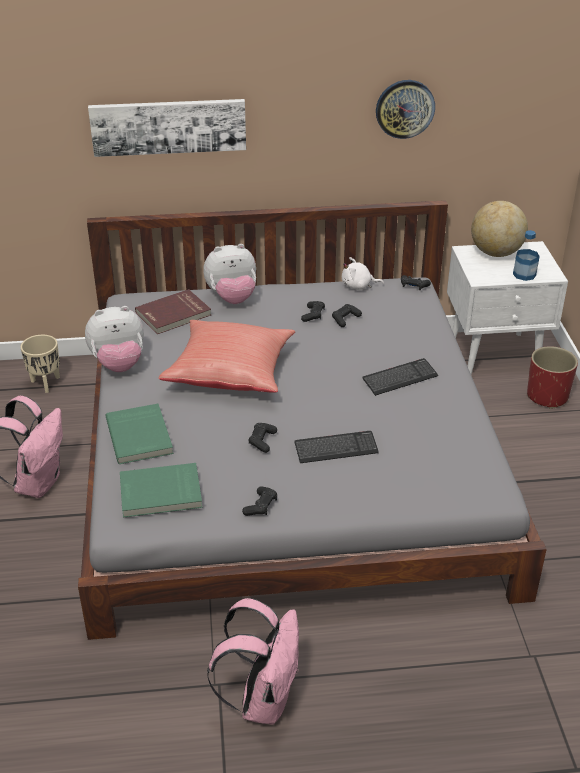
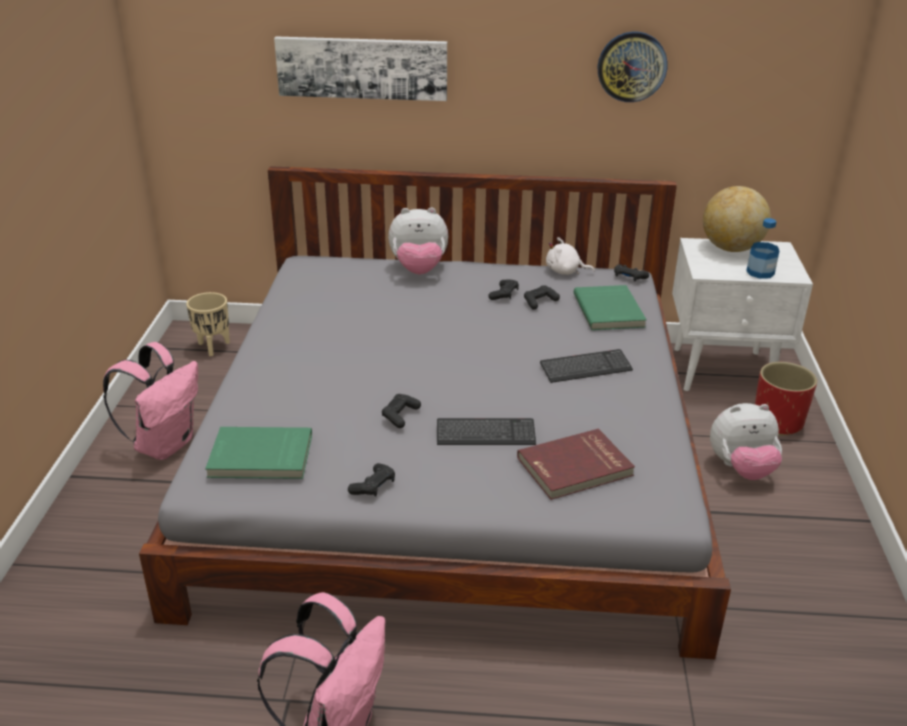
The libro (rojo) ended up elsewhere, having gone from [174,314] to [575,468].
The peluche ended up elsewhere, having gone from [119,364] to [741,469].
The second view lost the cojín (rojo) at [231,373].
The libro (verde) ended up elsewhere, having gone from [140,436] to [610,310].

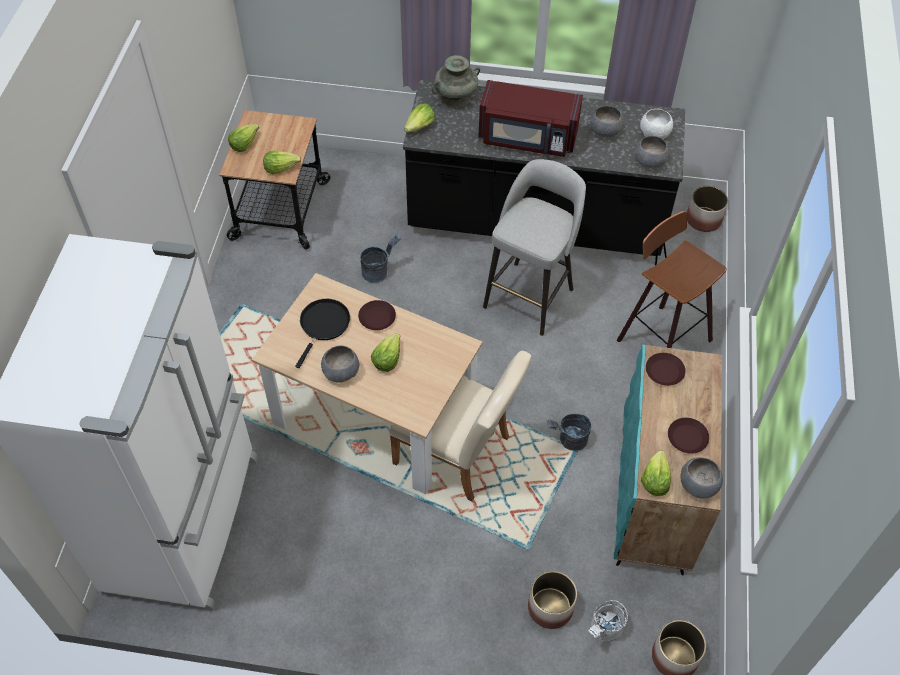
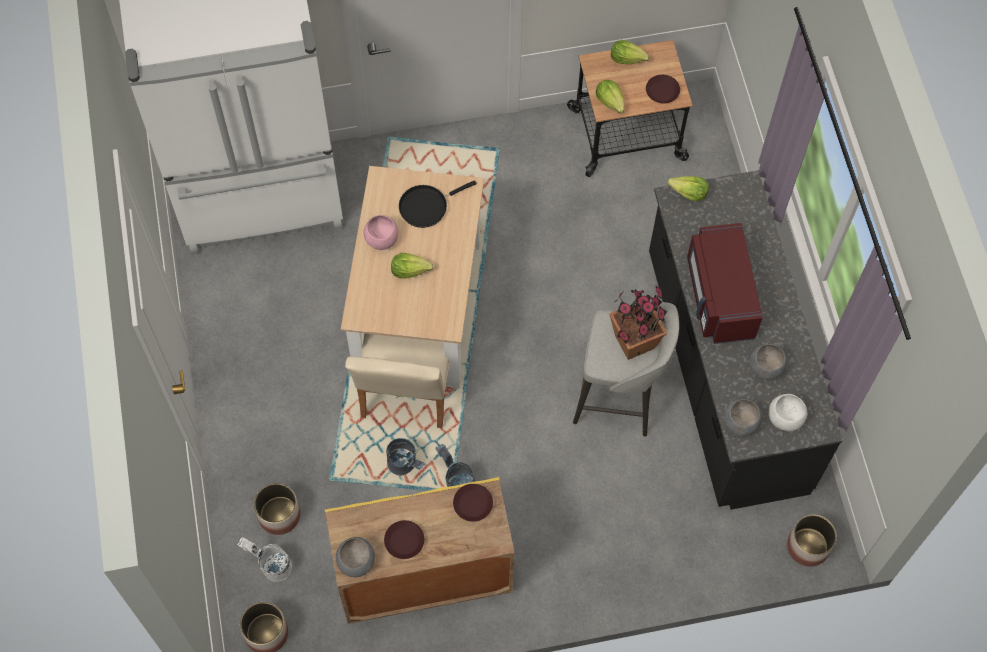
The second view lost the florero (turquesa) at [455,98].
The second view lost the taburete at [660,340].
The cubo (gris) ended up elsewhere, having gone from [379,271] to [405,466].
The sartén (negro) at [323,325] ended up facing another way, 150 degrees clockwise from before.
The plato (marrón) ended up elsewhere, having gone from [377,317] to [662,91].
What was the armario (turquesa) at [653,497] turned into the armario (amarillo) at [423,577].
What was the cuenco (gris) at [340,372] turned into the cuenco (rosa) at [382,238].
The second view lost the lechuga at [654,480].
The second view gained the planta en maceta at [634,342].

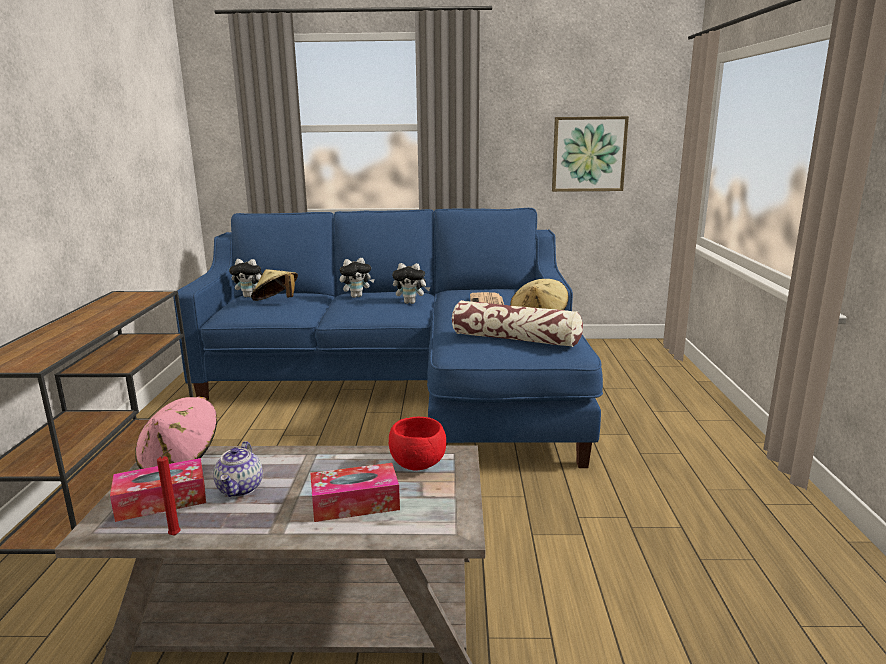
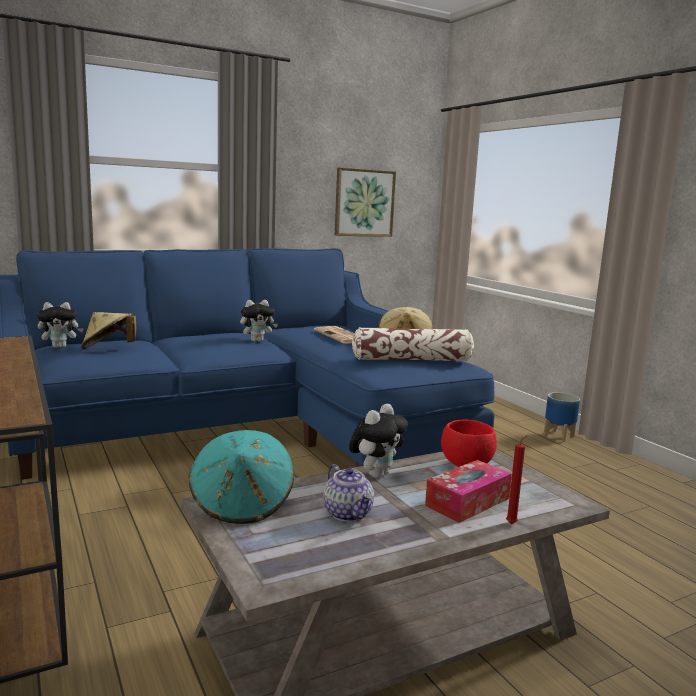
The peluche ended up elsewhere, having gone from [356,296] to [376,474].
What was the sombrero (rosa) at [180,461] turned into the sombrero (turquesa) at [242,504].
The vela (rojo) ended up elsewhere, having gone from [177,535] to [512,523].
The second view lost the caja de pañuelos at [161,500].
The second view gained the maceta at [559,436].

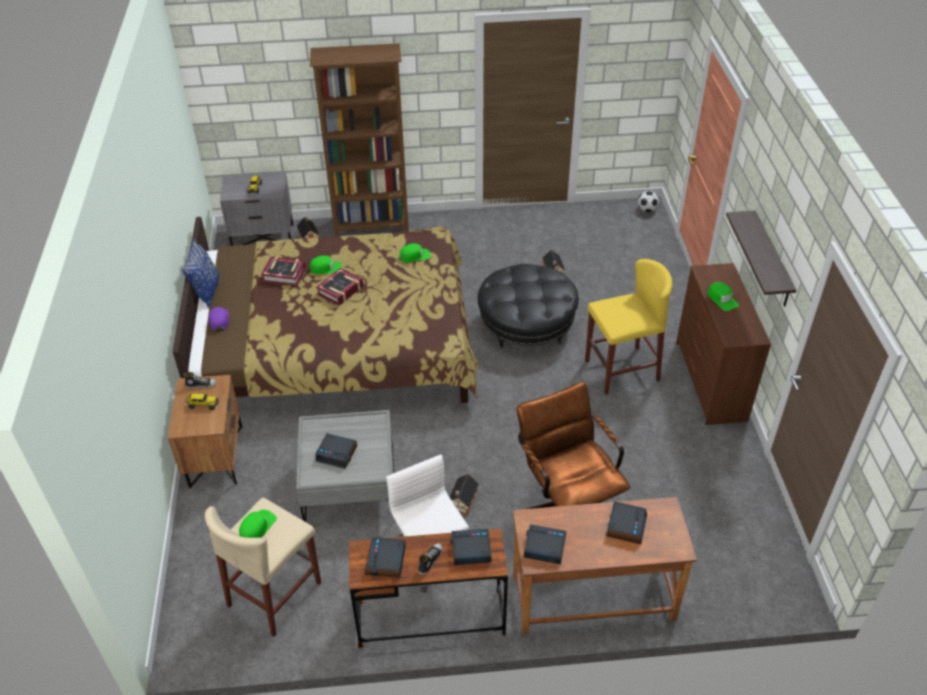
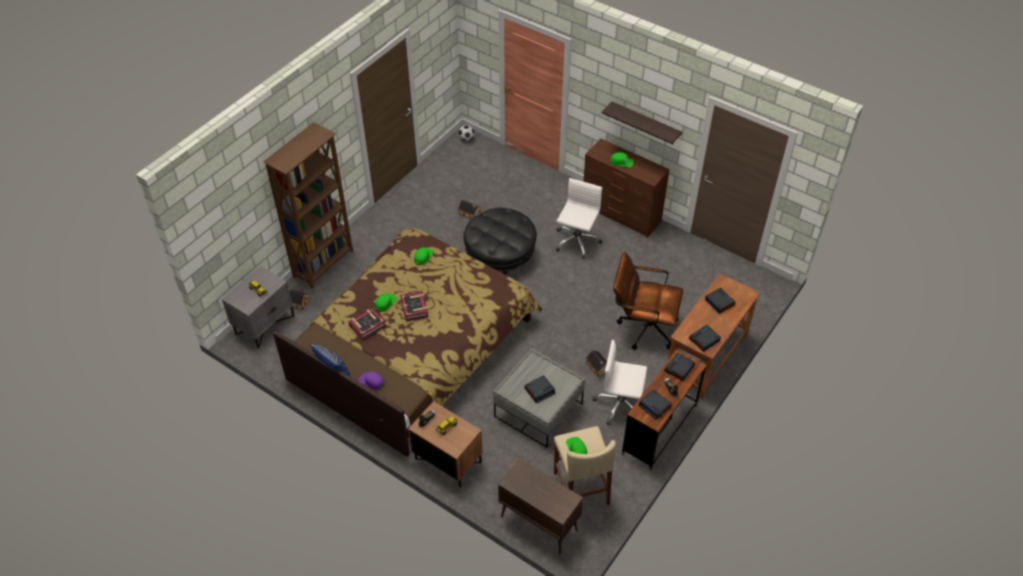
Where the taburete (amarillo) stood at [621,370], the silla de oficina (blanco) came to stand at [576,241].
The second view gained the armario (marrón) at [538,523].

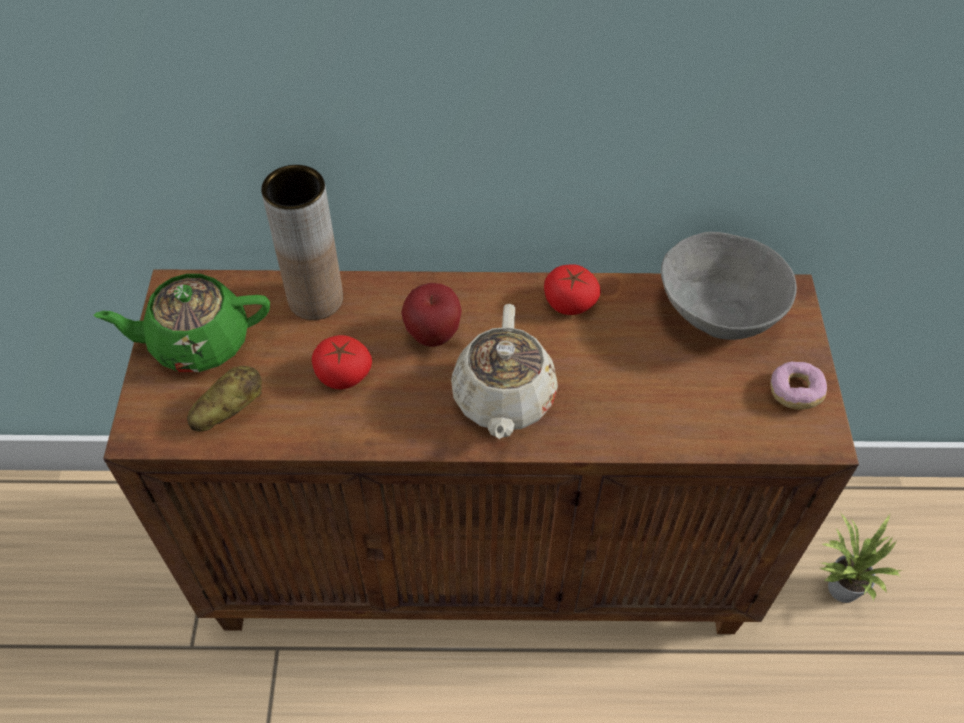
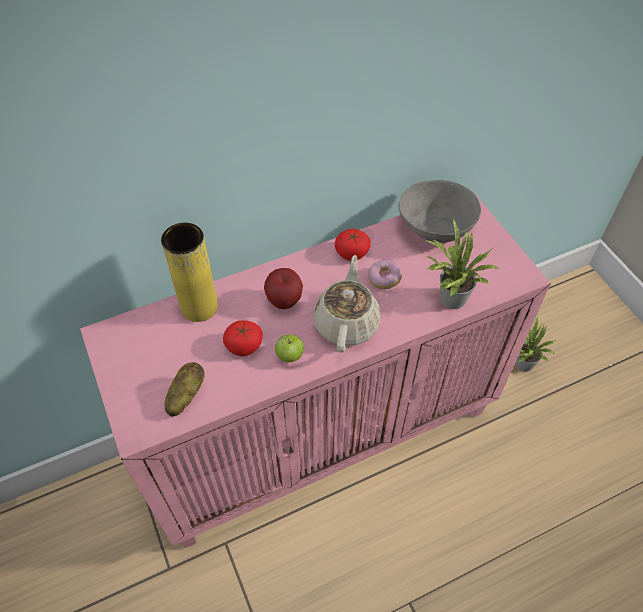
What was the florero (marrón) at [315,299] turned into the florero (amarillo) at [199,307].
What was the armario (marrón) at [483,557] turned into the armario (rosa) at [322,432].
The second view lost the tetera (verde) at [198,342].
The tetera (beis) at [503,399] ended up facing another way, 150 degrees counterclockwise from before.
The rosquilla ended up elsewhere, having gone from [795,392] to [384,279].
The second view gained the planta en maceta at [449,299].
The second view gained the manzana at [289,356].

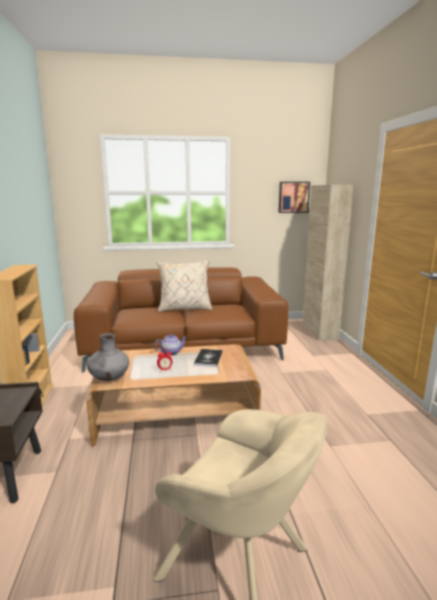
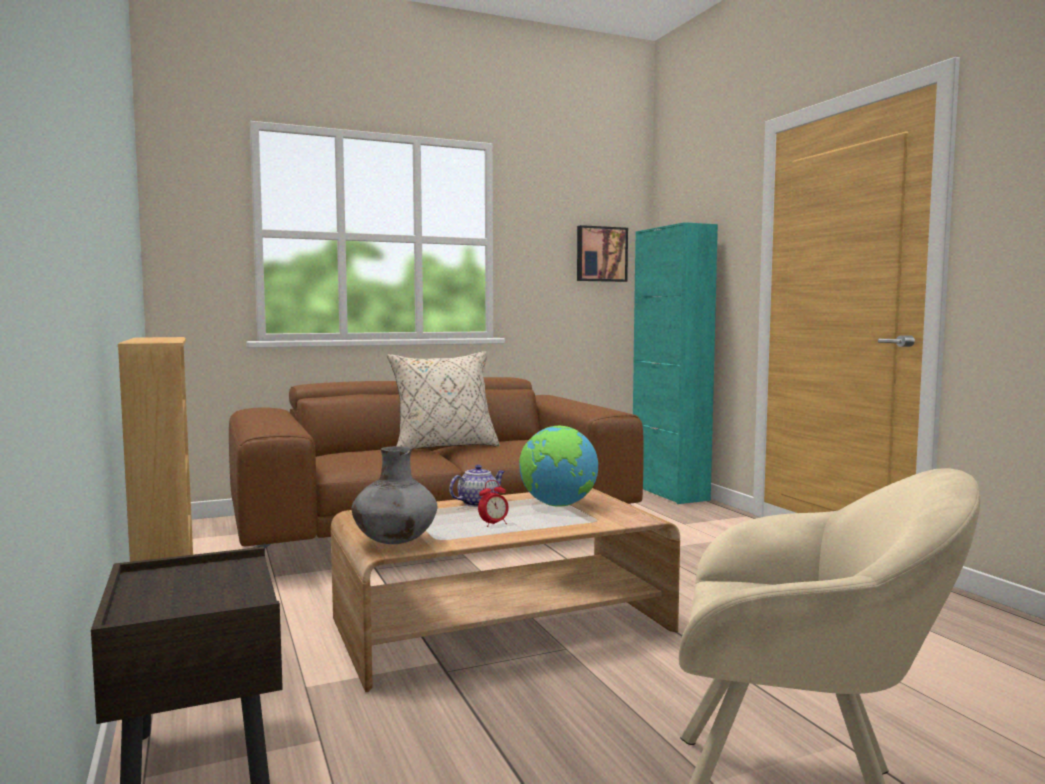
What was the armario (beis) at [319,331] turned into the armario (turquesa) at [669,493].
Where the libro stood at [208,358], the globo terráqueo came to stand at [558,505].

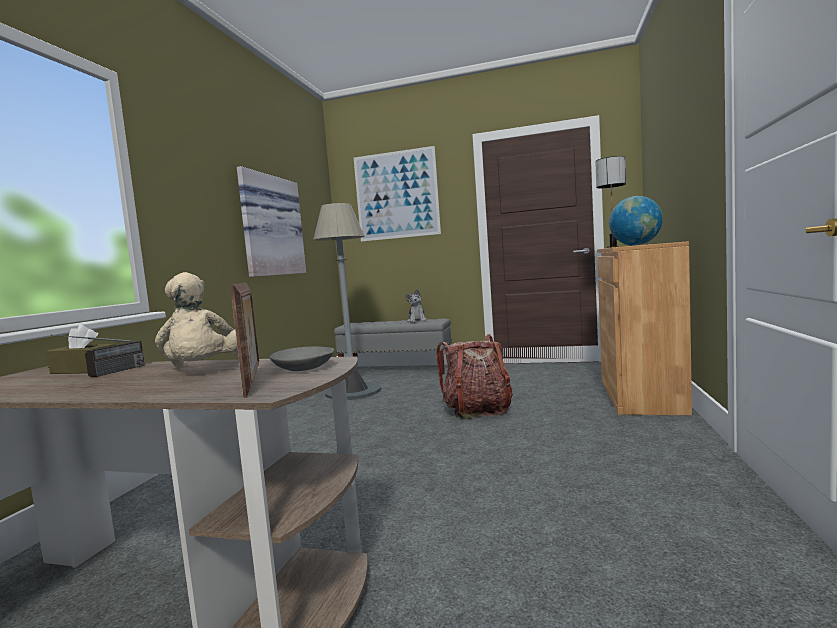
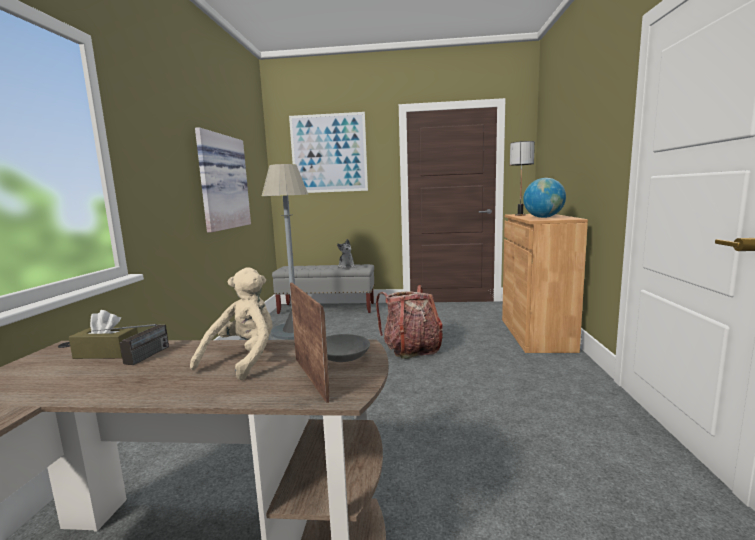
The peluche (beis) at [203,371] ended up facing another way, 135 degrees counterclockwise from before.

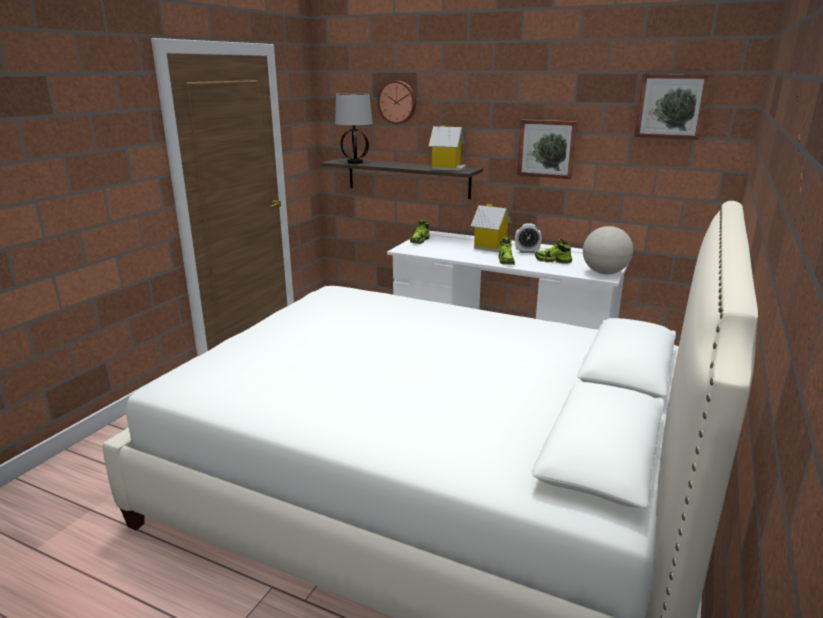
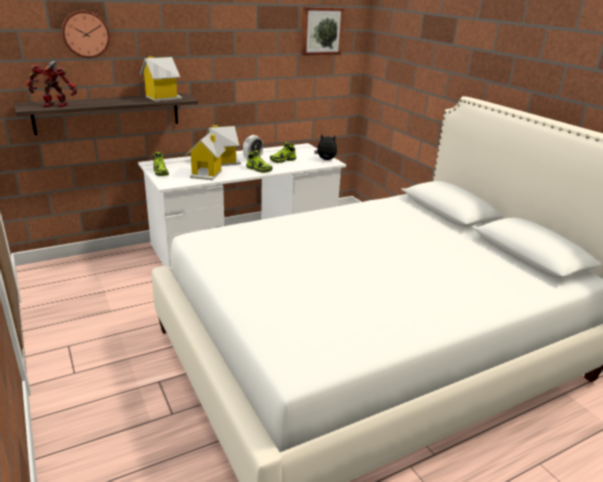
Where the lámpara de mesa stood at [354,162], the robot de juguete came to stand at [55,106].
The second view lost the cuadro at [547,148].
Where the globo terráqueo stood at [604,273], the peluche came to stand at [326,160].
The second view gained the casita at [207,174].

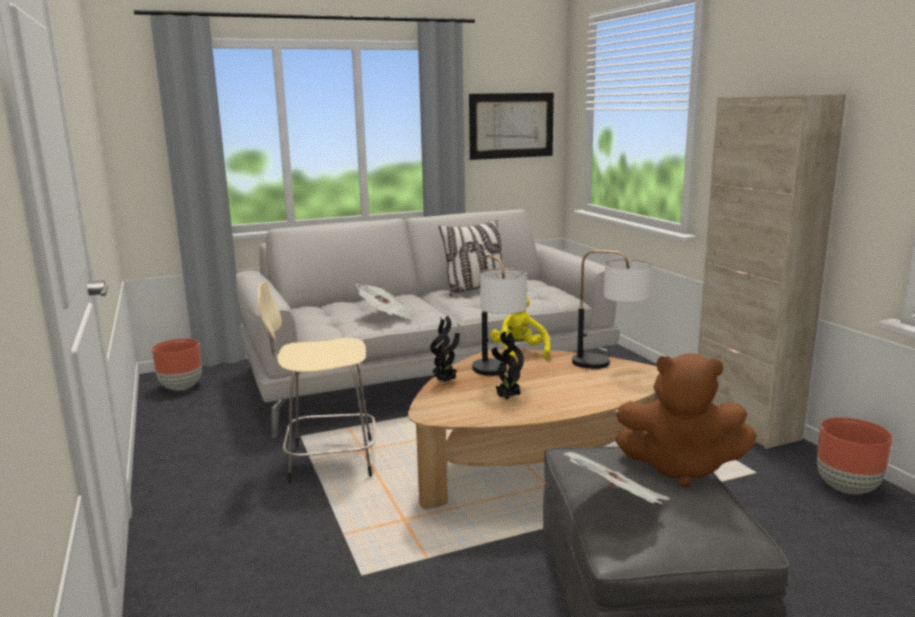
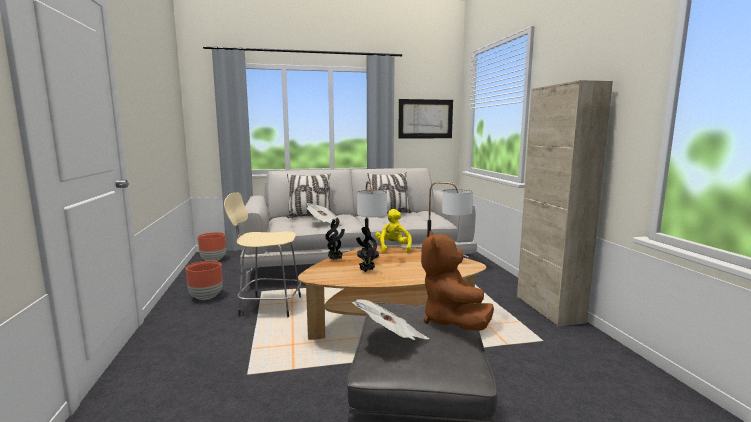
The peluche (marrón) at [680,468] ended up facing another way, 60 degrees clockwise from before.
The maceta (marrón) ended up elsewhere, having gone from [846,487] to [206,297].
The second view gained the cojín at [310,216].

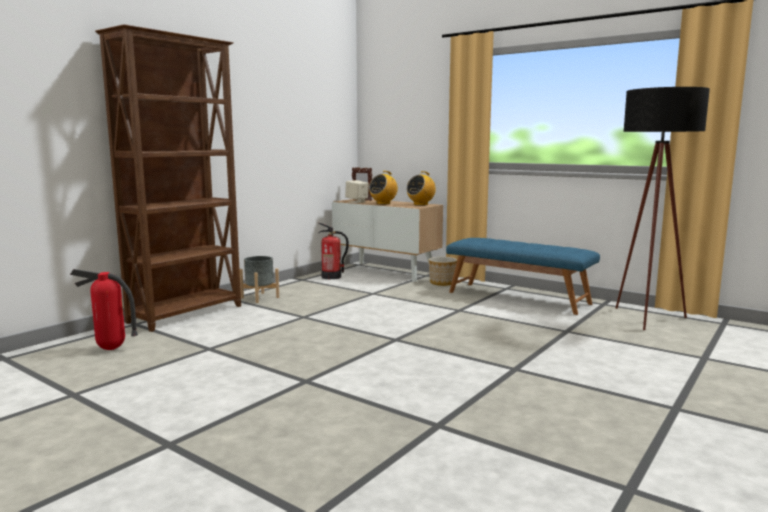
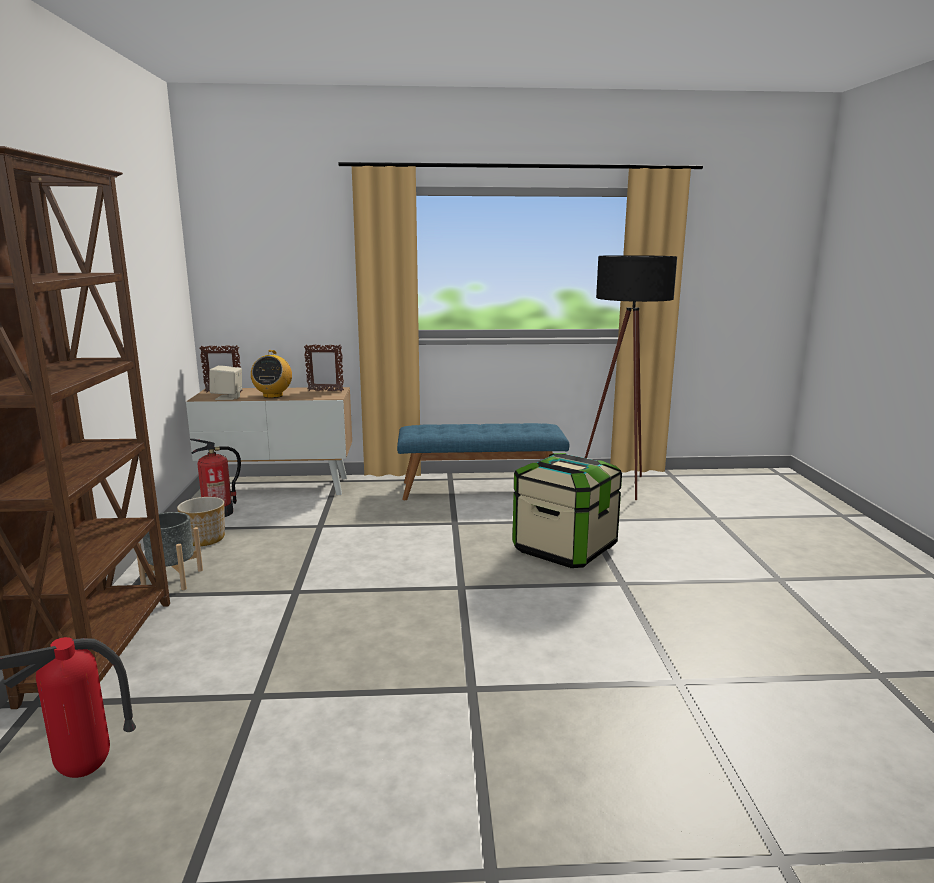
Where the radio stood at [421,204], the portarretratos came to stand at [325,391].
The maceta ended up elsewhere, having gone from [442,283] to [204,539].
The second view gained the caja de almacenaje at [564,548].

